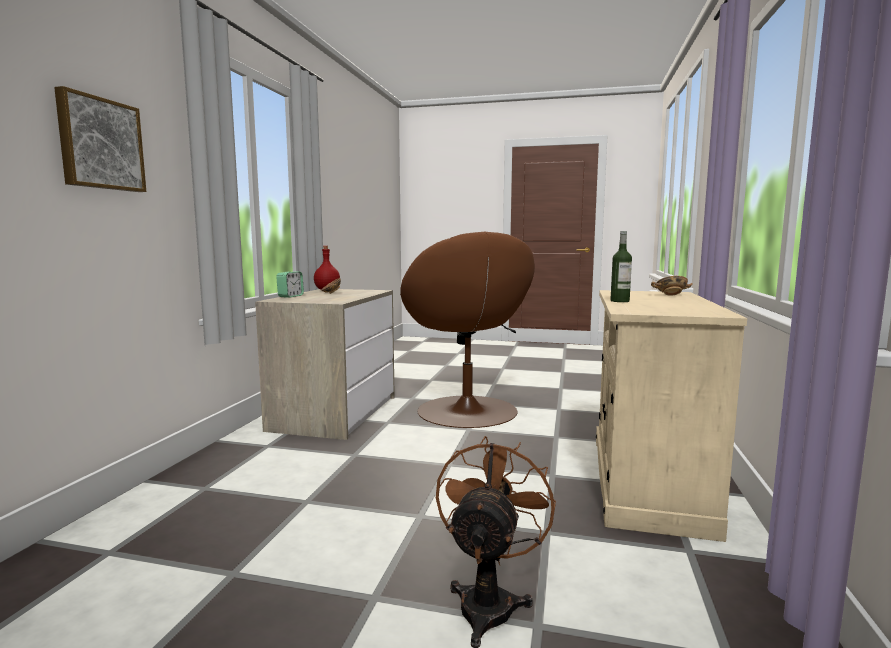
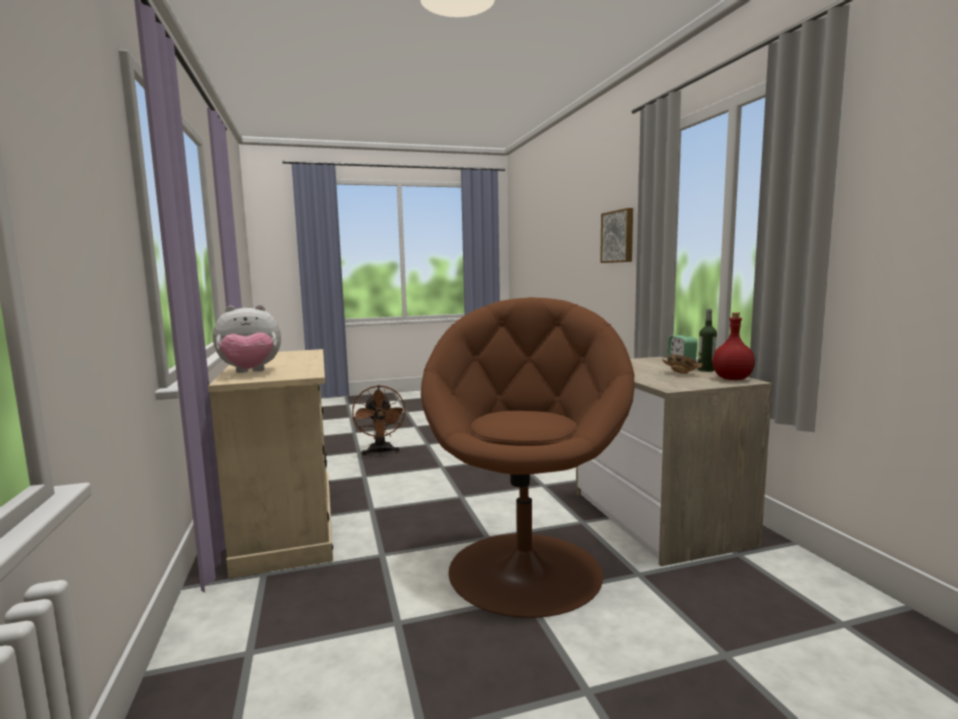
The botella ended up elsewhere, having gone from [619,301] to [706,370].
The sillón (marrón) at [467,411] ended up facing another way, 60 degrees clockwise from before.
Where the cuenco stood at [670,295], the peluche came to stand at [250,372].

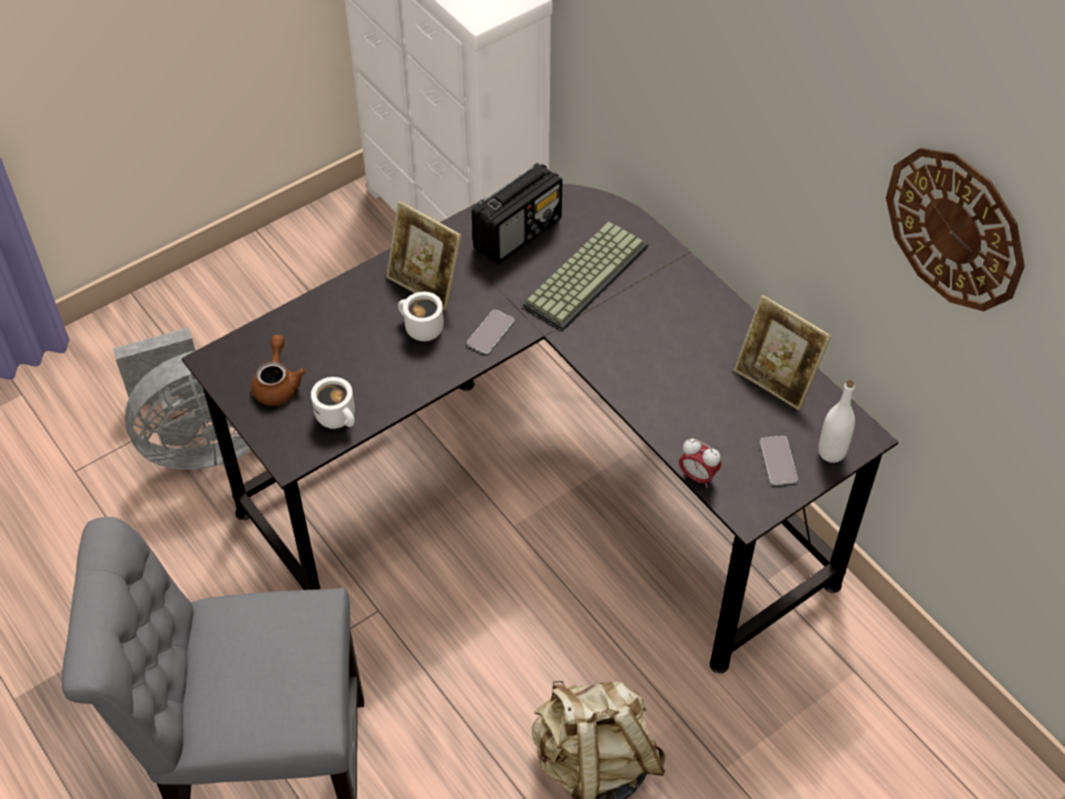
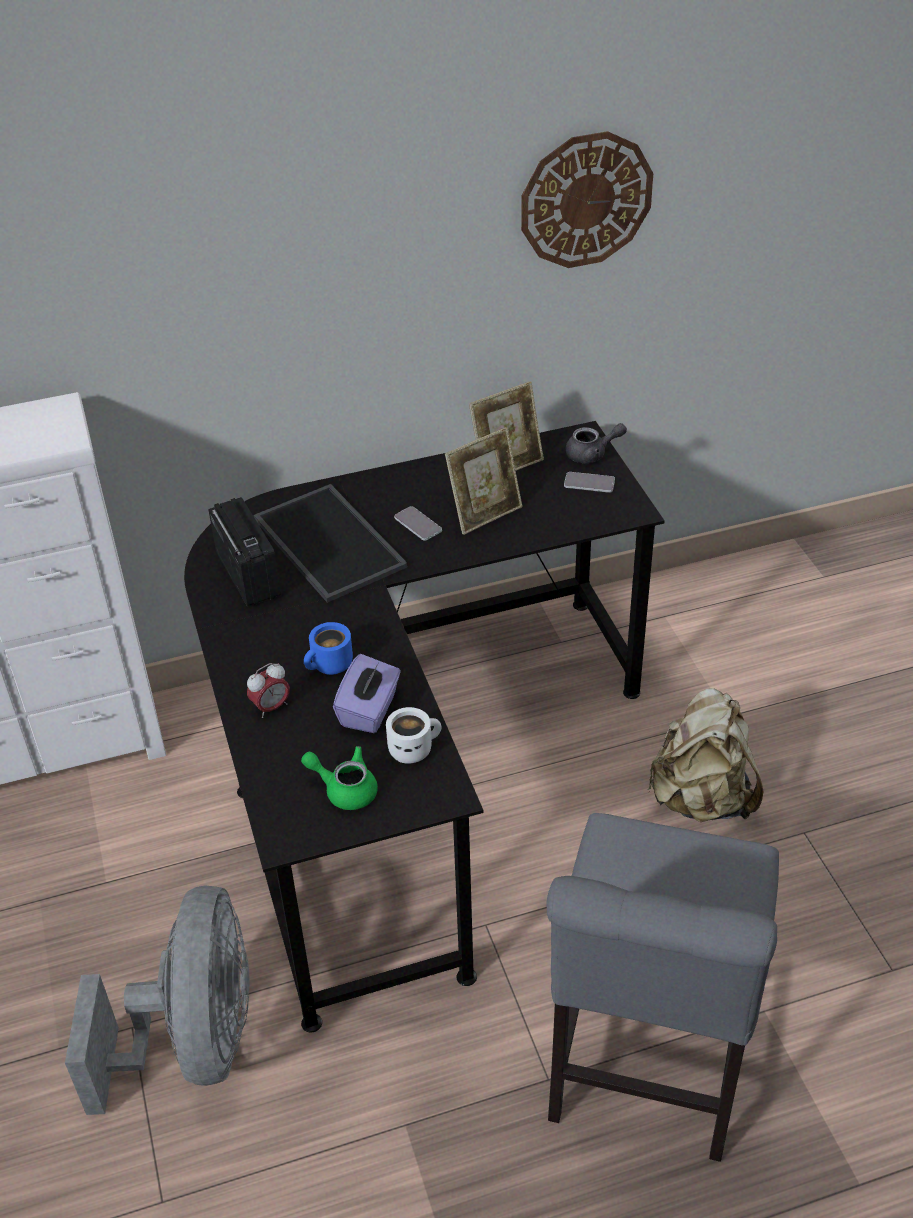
The portarretratos ended up elsewhere, having gone from [425,285] to [485,514].
Where the teclado stood at [585,274], the bandeja came to stand at [326,542].
What was the taza grande (blanco) at [420,329] turned into the taza grande (azul) at [330,666].
The móvil ended up elsewhere, having gone from [490,332] to [418,524].
What was the tetera (marrón) at [278,384] turned into the tetera (verde) at [345,789].
Where the botella (blanco) stood at [831,452], the tetera (gris) came to stand at [592,454].
The despertador ended up elsewhere, having gone from [697,476] to [271,707].
The second view gained the caja de pañuelos (morado) at [369,710].

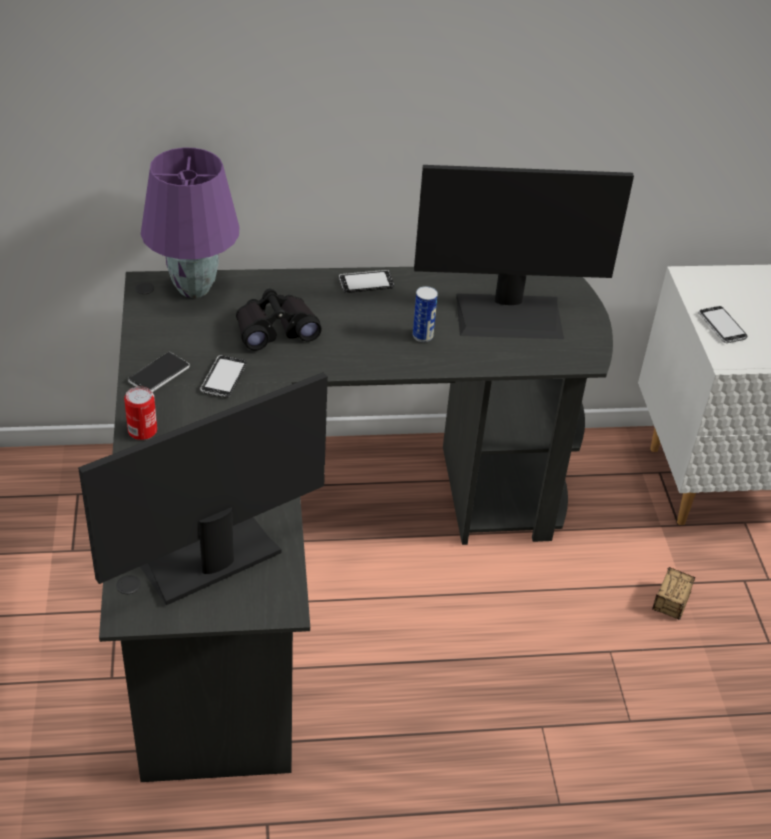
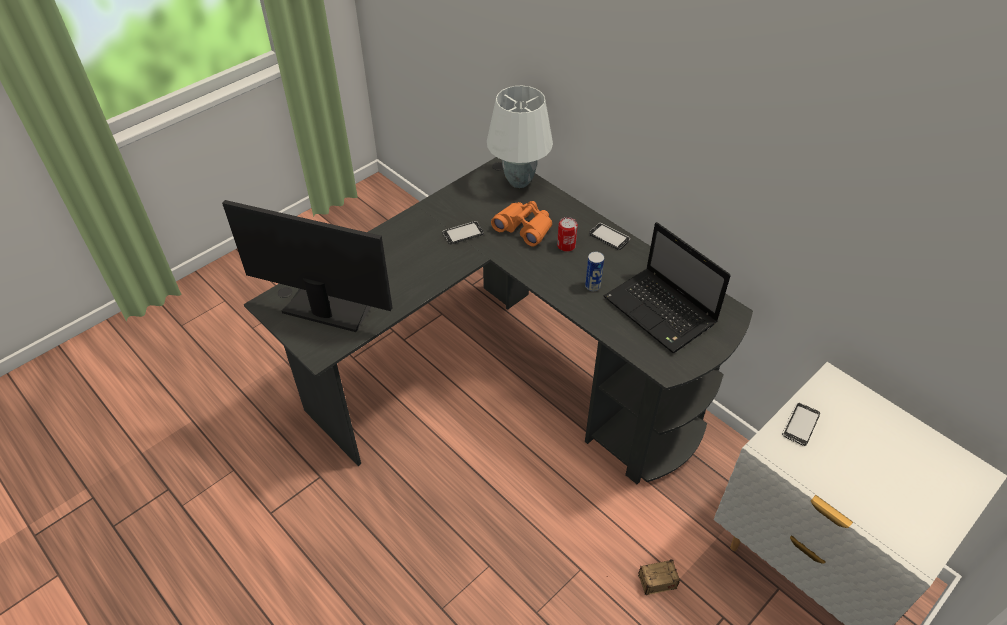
What was the lámpara de mesa (morado) at [192,288] turned into the lámpara de mesa (blanco) at [518,181].
Where the monitor stood at [509,315], the portátil came to stand at [661,312].
What was the prismáticos (negro) at [275,329] turned into the prismáticos (naranja) at [524,228].
The second view lost the móvil at [159,374].
The lata ended up elsewhere, having gone from [142,431] to [566,245].

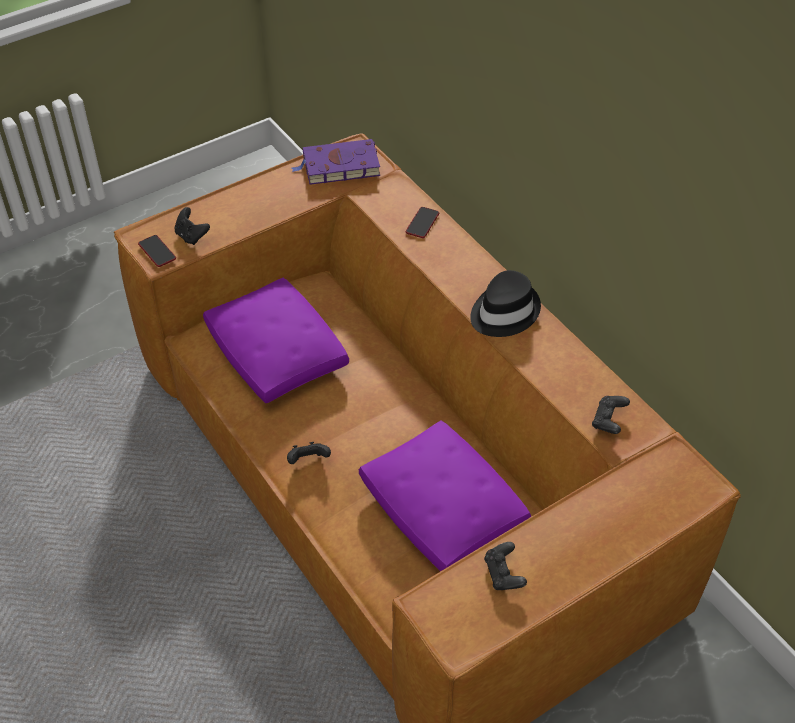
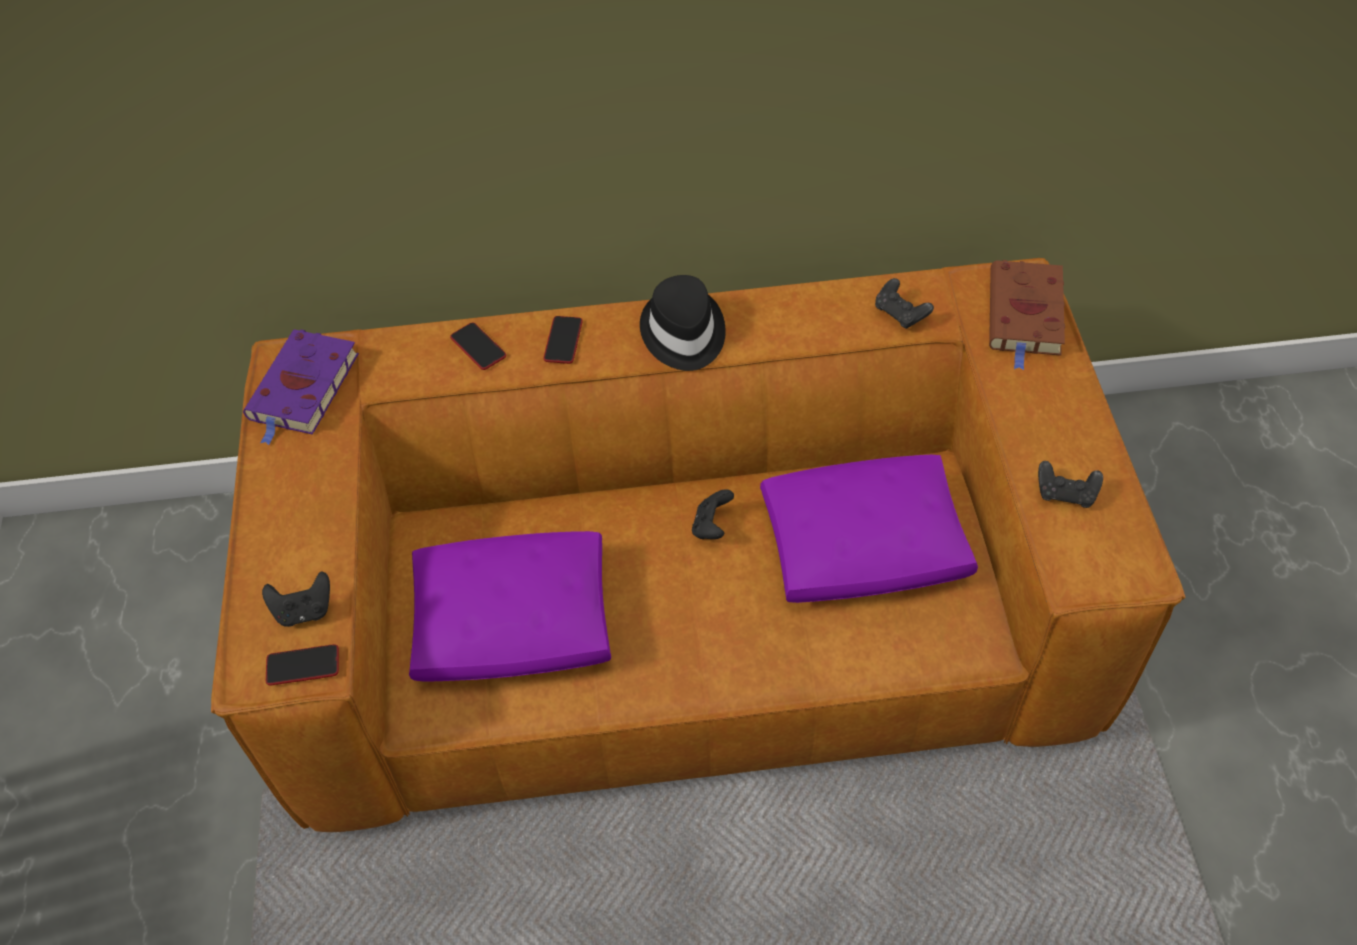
The mando de consola (negro) ended up elsewhere, having gone from [308,461] to [711,526].
The second view gained the libro (marrón) at [1025,316].
The second view gained the móvil at [563,340].

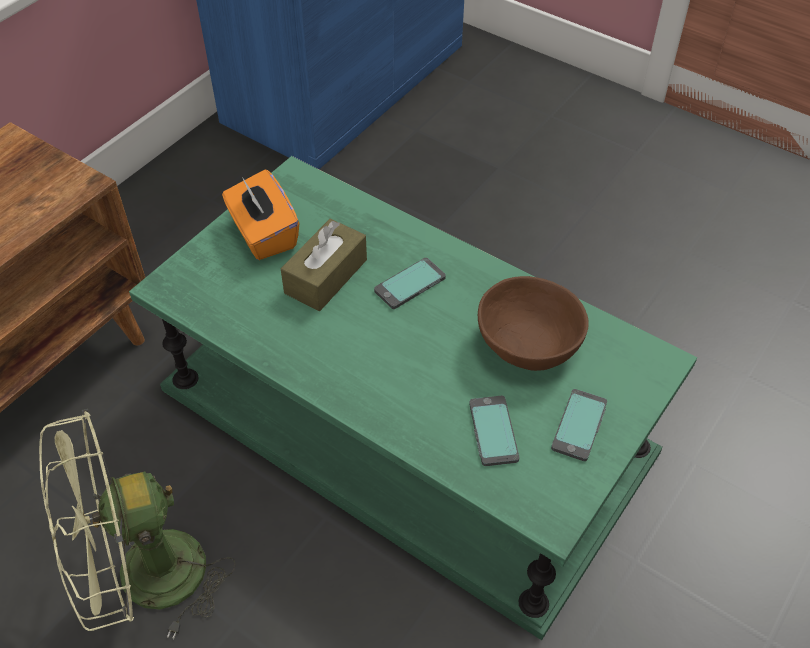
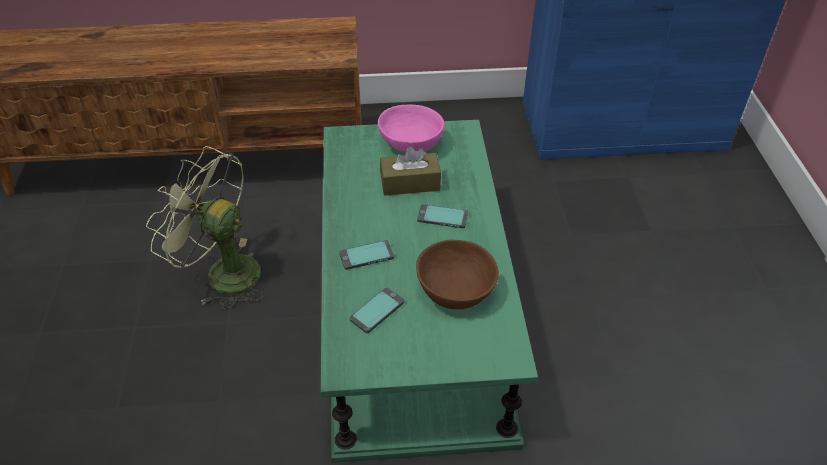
Where the caja de pañuelos (naranja) stood at [263,234], the cuenco (rosa) came to stand at [411,144].
The móvil ended up elsewhere, having gone from [579,425] to [367,256].

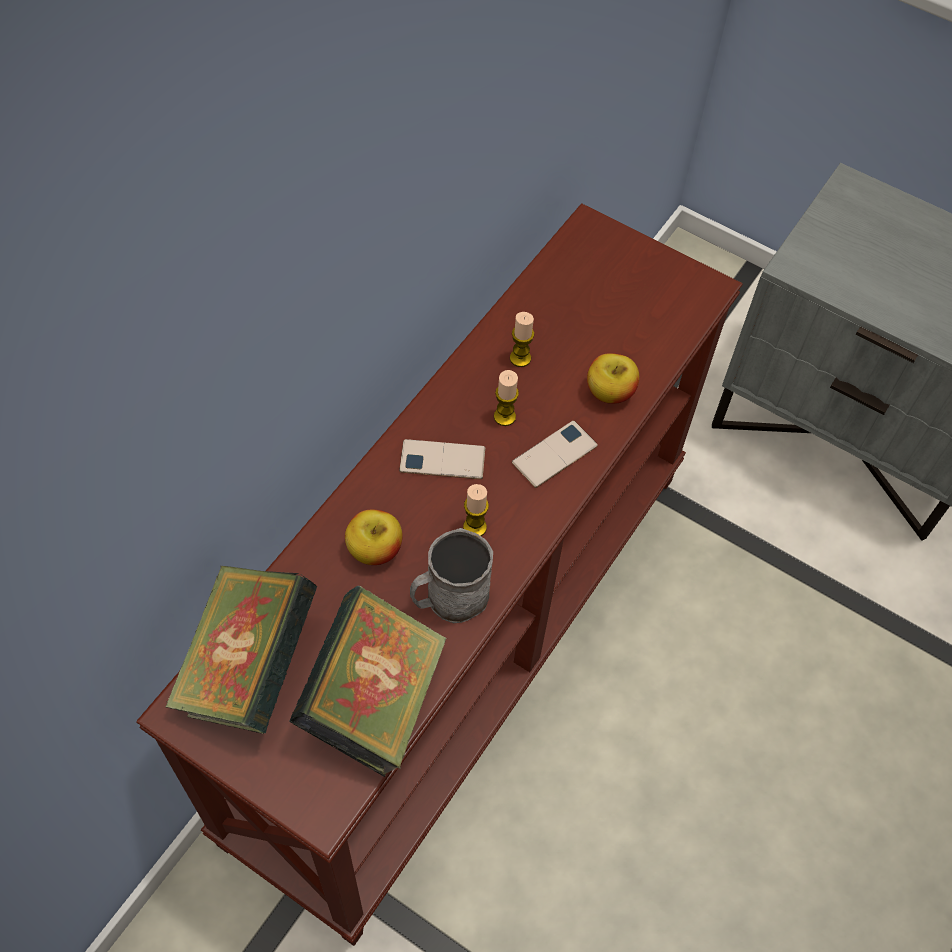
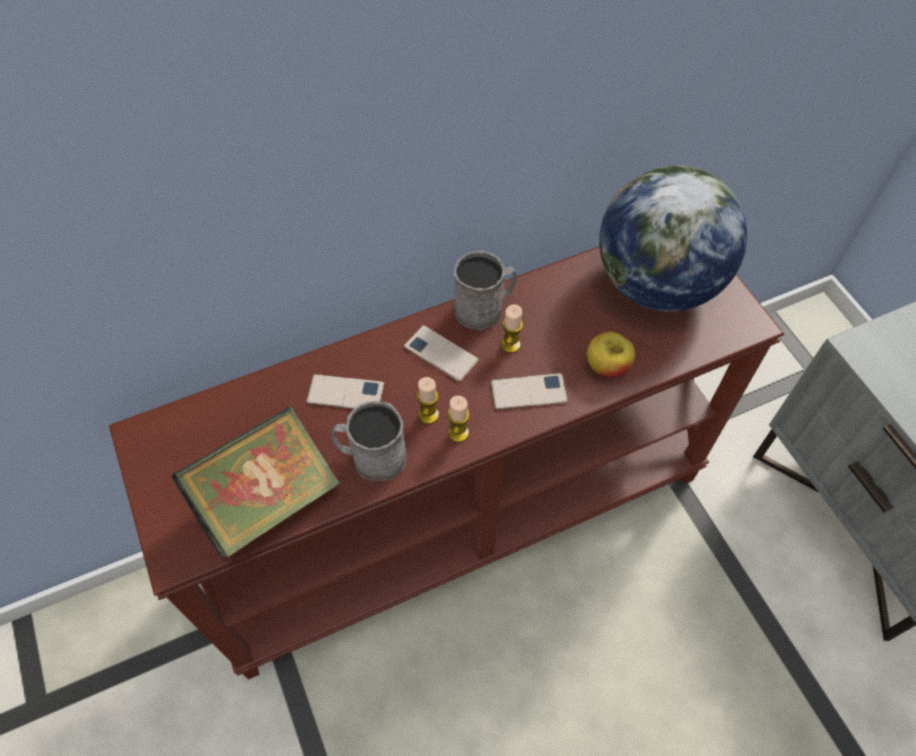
The vela ended up elsewhere, having gone from [520,358] to [458,433].
Where the manzana stood at [374,550], the móvil came to stand at [345,393].
The second view lost the libro at [248,667].
The second view gained the globo terráqueo at [656,284].
The second view gained the taza grande (gris) at [485,308].

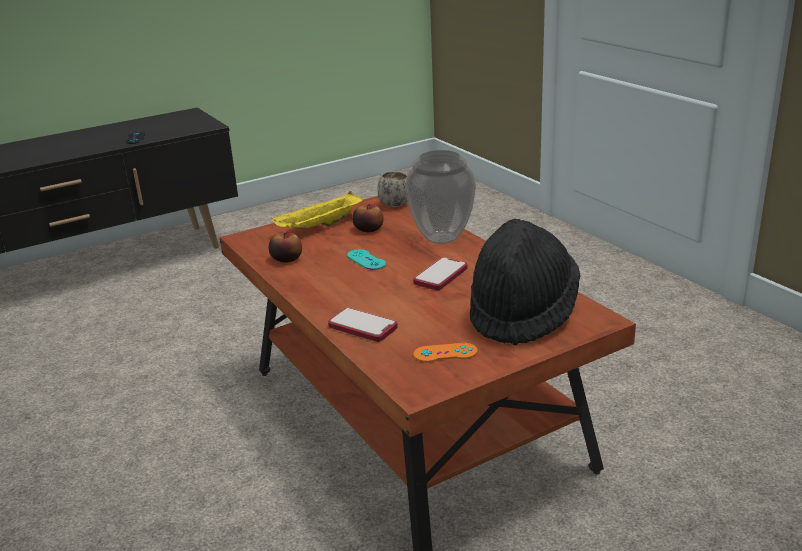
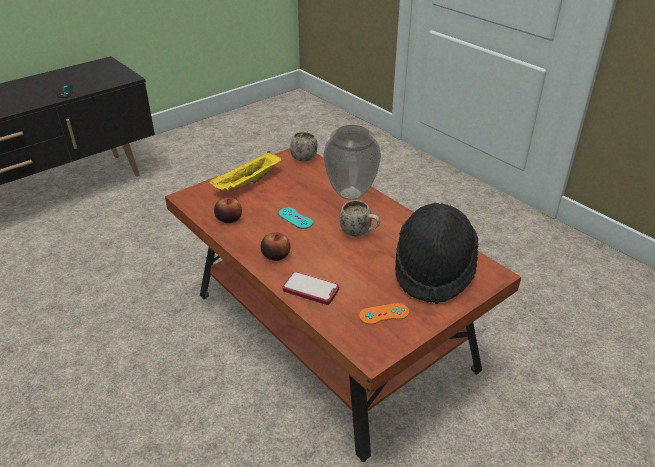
The manzana ended up elsewhere, having gone from [368,229] to [276,255].
Where the móvil stood at [440,275], the taza grande (blanco) came to stand at [360,233].

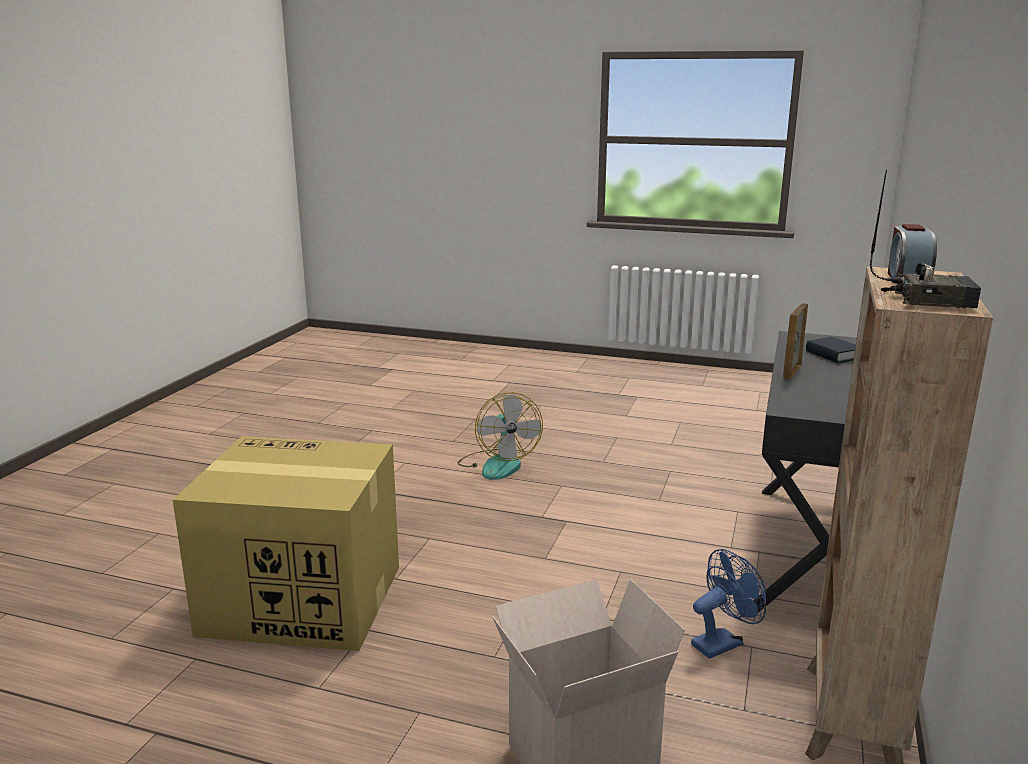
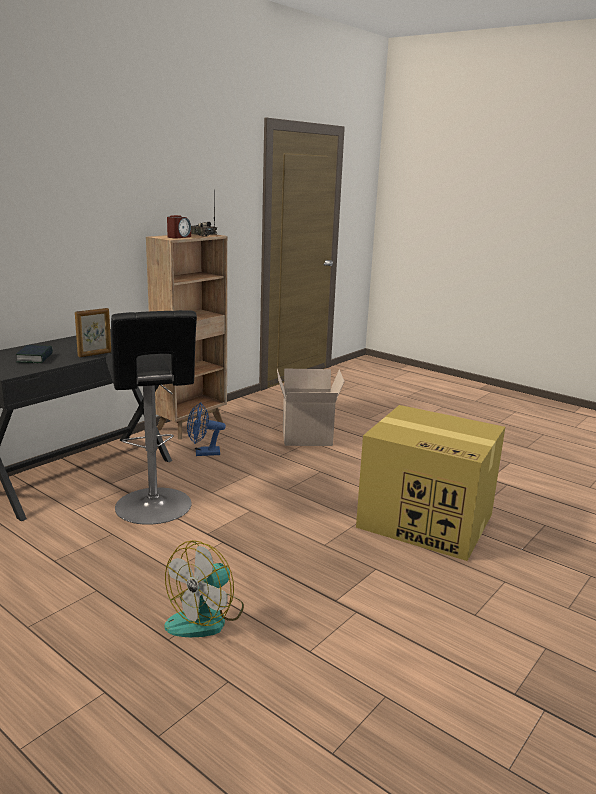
The ventilador at [498,464] ended up facing another way, 150 degrees counterclockwise from before.
The second view gained the taburete (negro) at [155,508].

